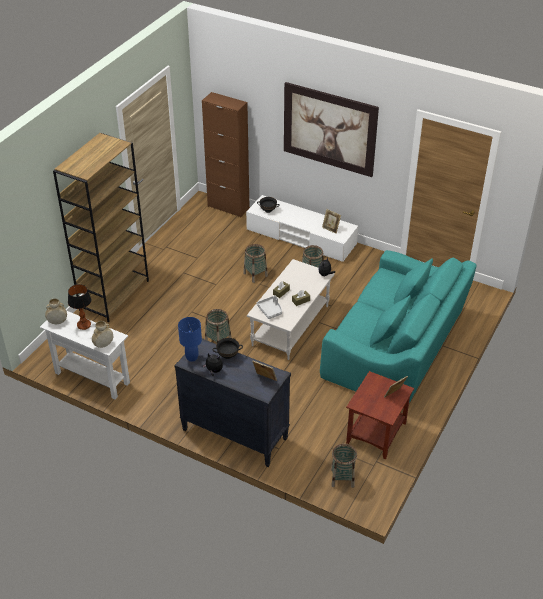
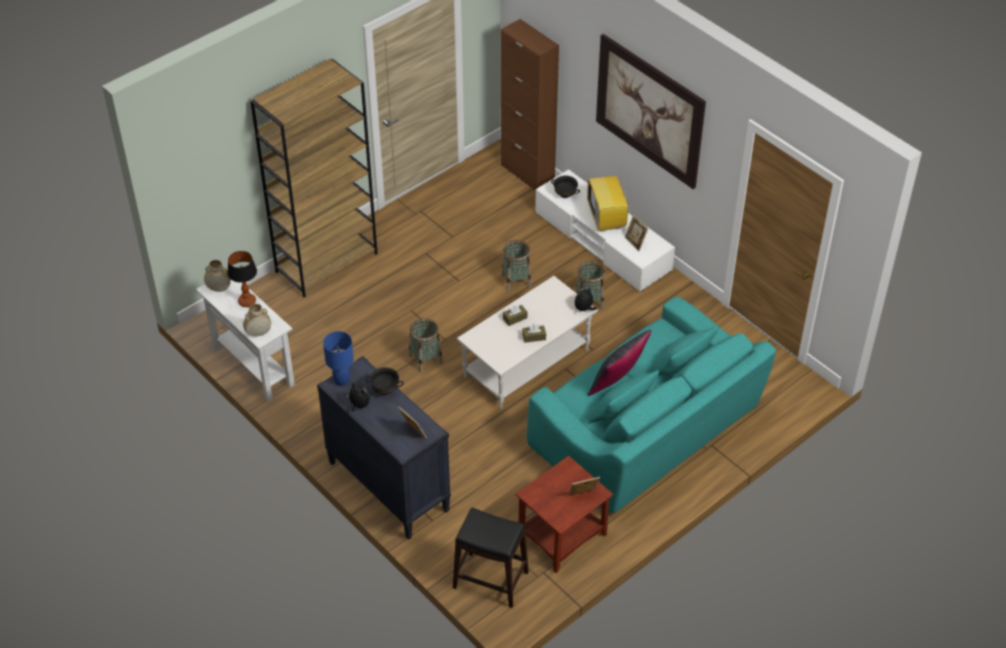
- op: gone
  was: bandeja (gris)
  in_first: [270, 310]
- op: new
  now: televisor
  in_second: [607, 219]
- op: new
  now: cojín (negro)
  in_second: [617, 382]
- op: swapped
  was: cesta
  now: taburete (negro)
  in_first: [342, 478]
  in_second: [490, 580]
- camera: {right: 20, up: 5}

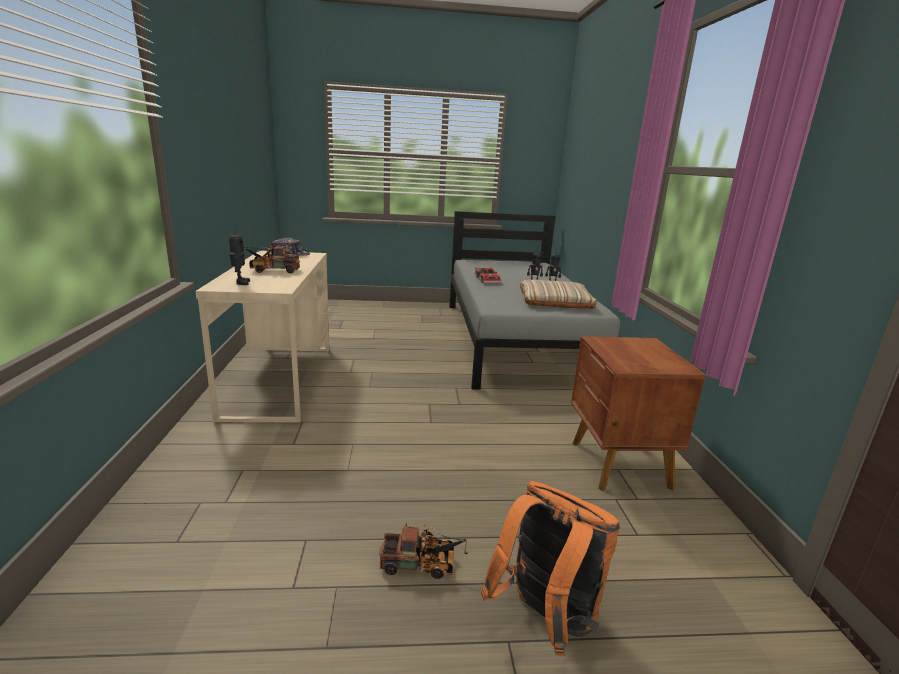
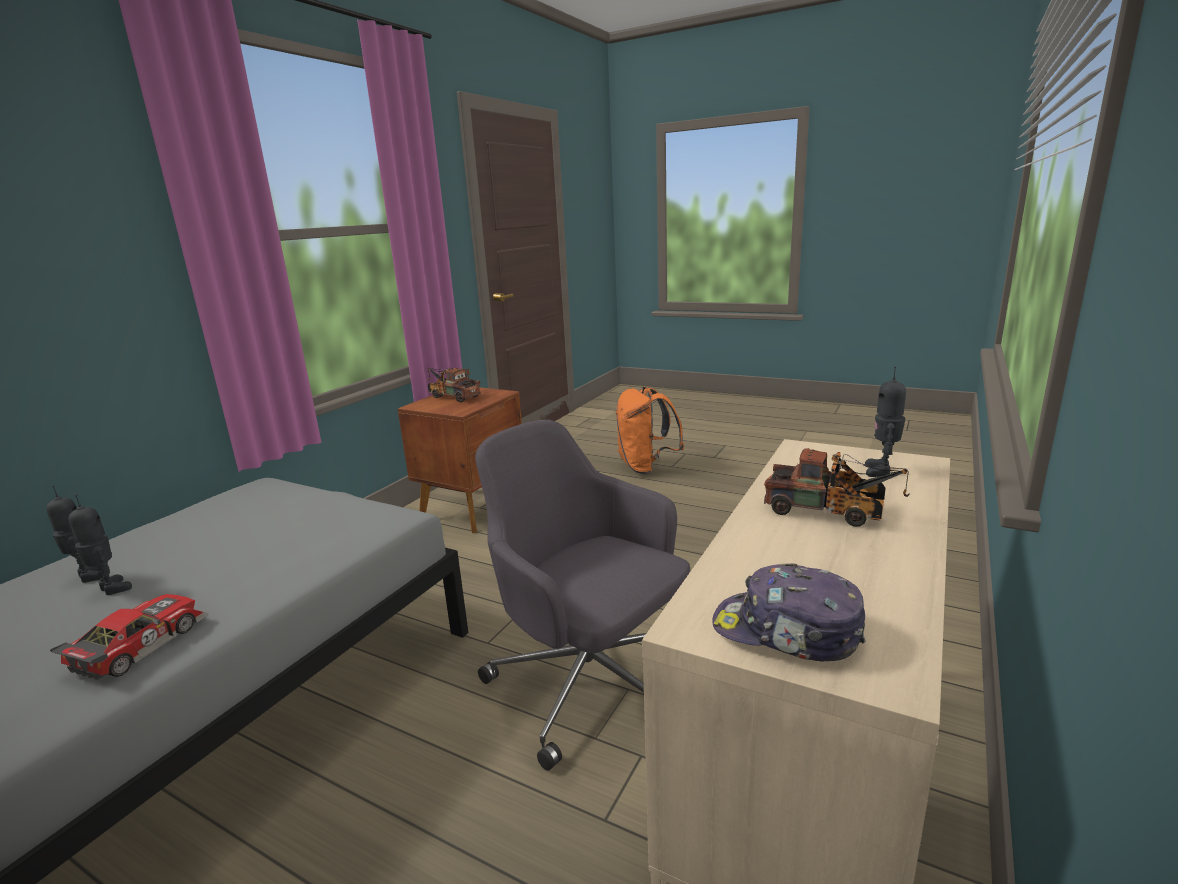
- op: gone
  was: cojín (beis)
  in_first: [555, 300]
- op: new
  now: silla de oficina (gris)
  in_second: [590, 684]
- op: shifted
  was: camión de juguete
  in_first: [422, 565]
  in_second: [452, 396]
- camera: {right: -145, up: 0}

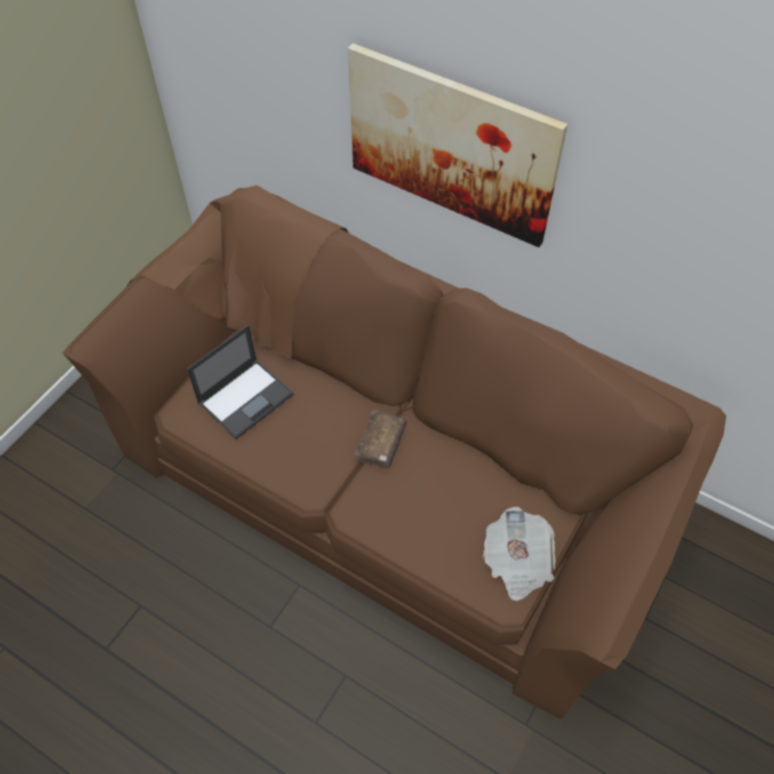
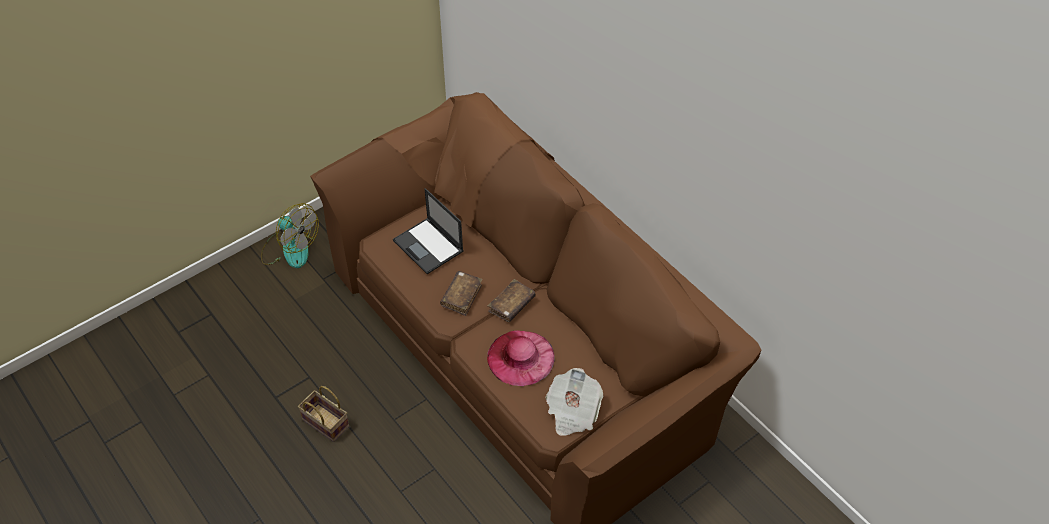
- op: gone
  was: cuadro
  in_first: [450, 145]
- op: new
  now: ventilador
  in_second: [290, 249]
- op: new
  now: cesta
  in_second: [324, 423]
- op: new
  now: libro (marrón)
  in_second: [461, 296]
- op: new
  now: sombrero (rosa)
  in_second: [520, 357]
- op: rotated
  was: portátil
  in_first: [246, 398]
  in_second: [429, 246]
  clockwise: 75
- camera: {right: 20, up: -5}

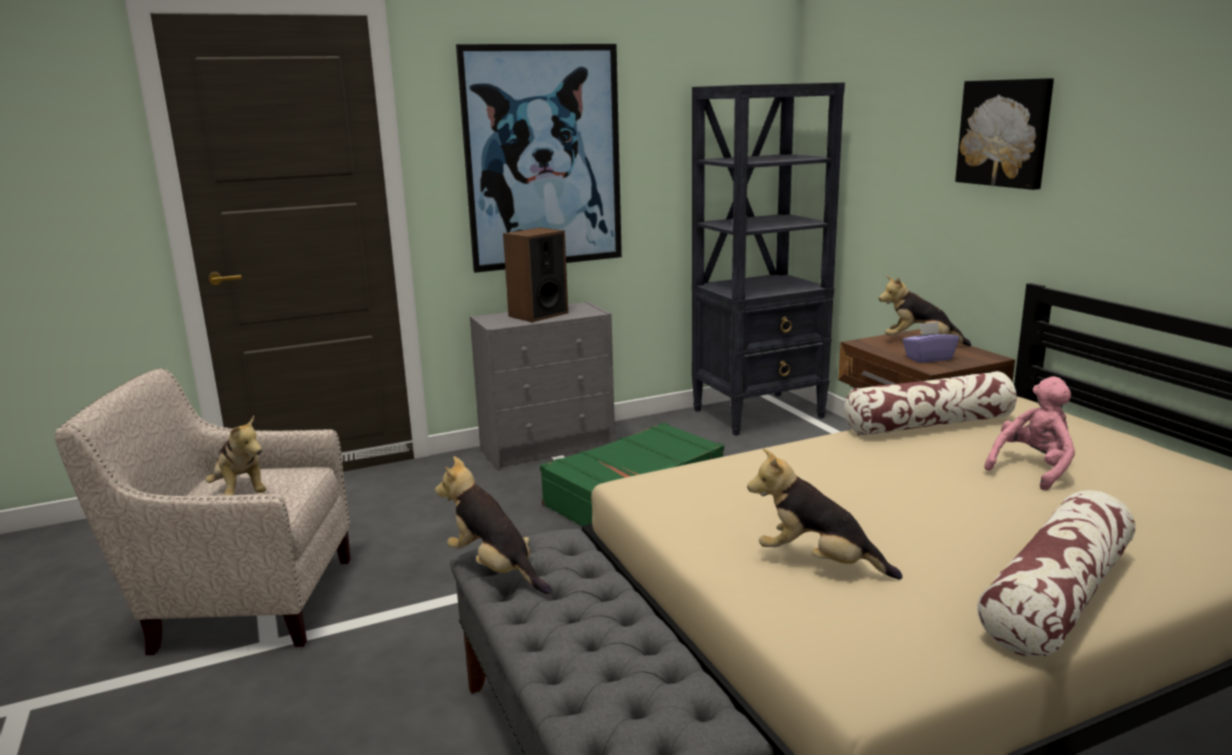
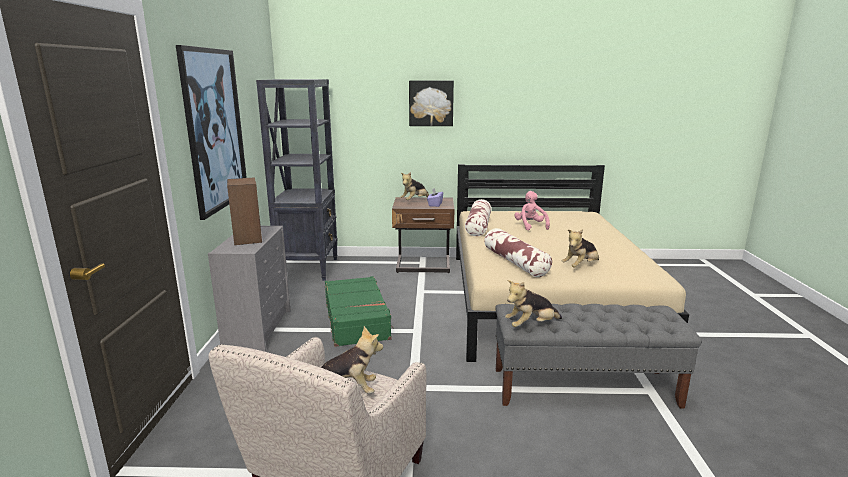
- op: shifted
  was: cojín
  in_first: [1057, 596]
  in_second: [515, 262]
- camera: {right: -65, up: 0}

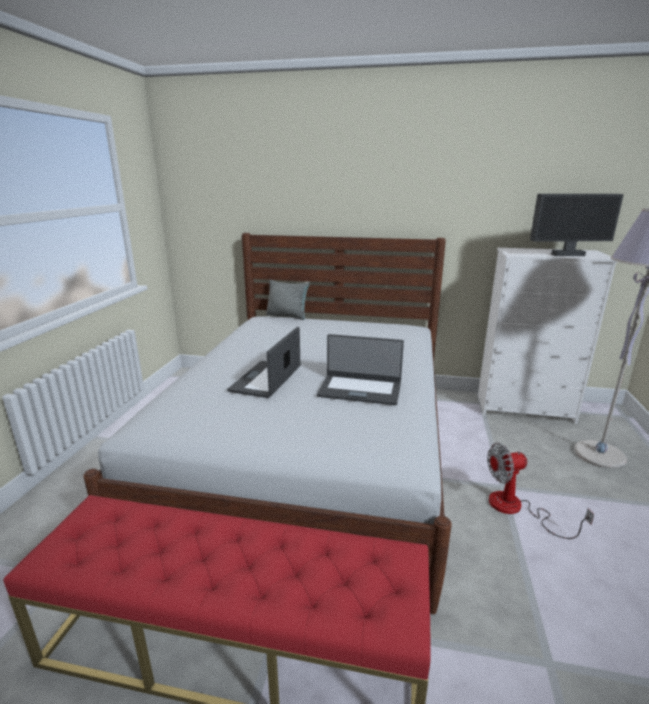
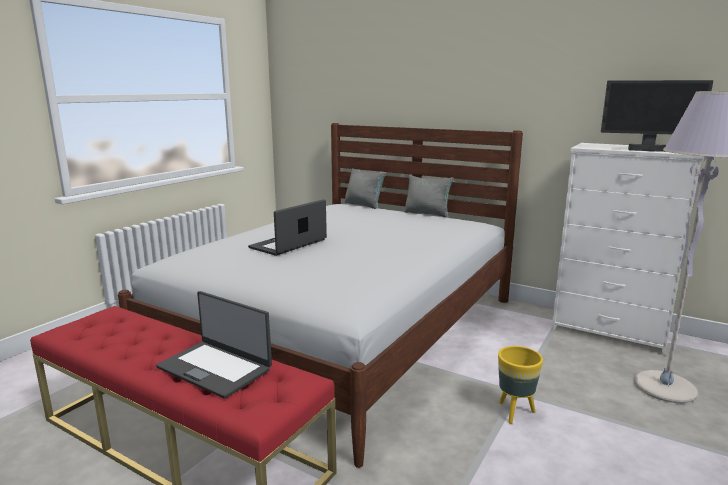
- op: new
  now: cojín (gris)
  in_second: [427, 213]
- op: shifted
  was: portátil
  in_first: [360, 389]
  in_second: [215, 368]
- op: swapped
  was: ventilador
  now: maceta (amarillo)
  in_first: [516, 509]
  in_second: [515, 413]
- camera: {right: 20, up: -5}

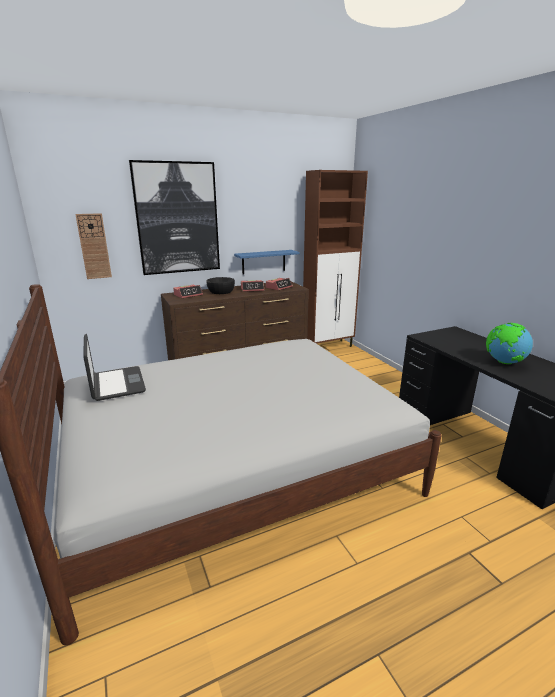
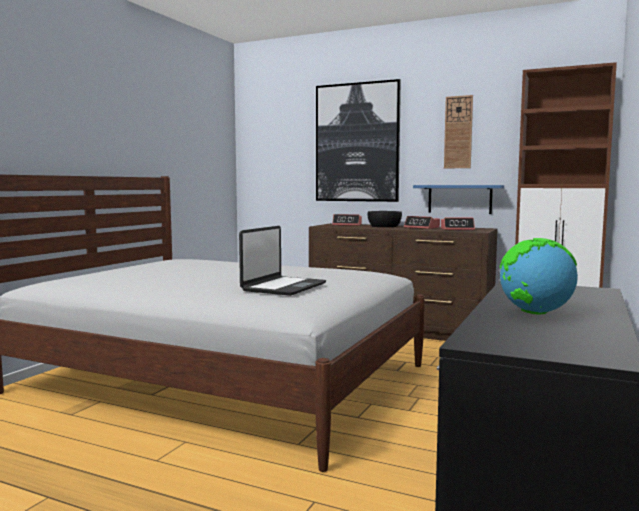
- op: shifted
  was: reloj de pared
  in_first: [94, 246]
  in_second: [458, 132]
- op: shifted
  was: portátil
  in_first: [116, 384]
  in_second: [283, 287]
- camera: {right: 50, up: -15}

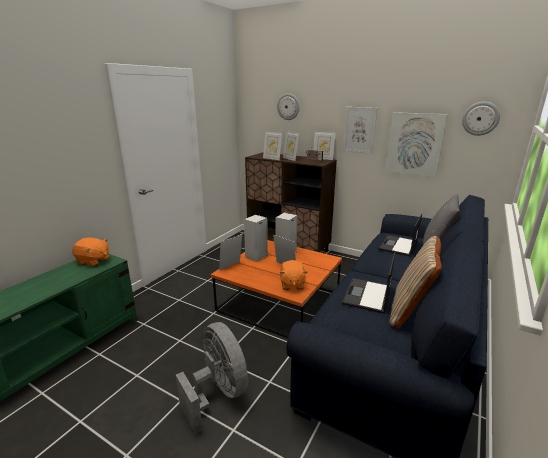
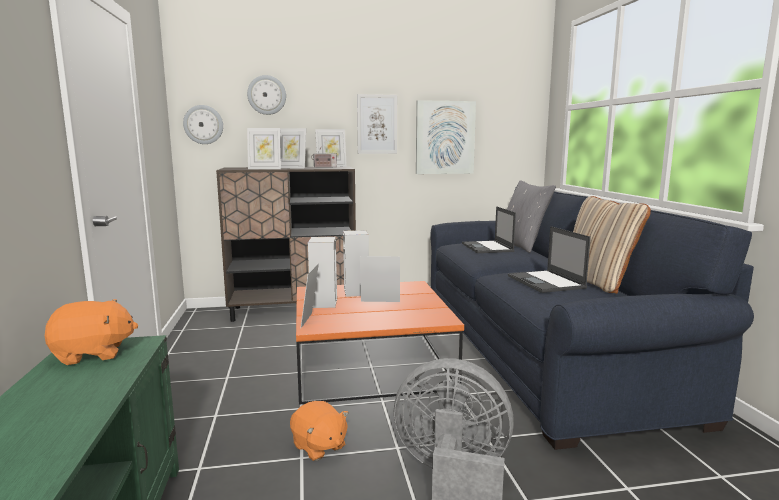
- op: shifted
  was: peluche (naranja)
  in_first: [292, 284]
  in_second: [319, 447]
- op: shifted
  was: reloj de pared
  in_first: [480, 118]
  in_second: [203, 124]
- camera: {right: -40, up: -10}

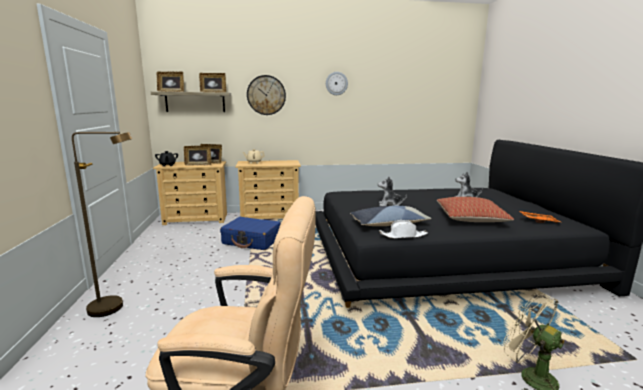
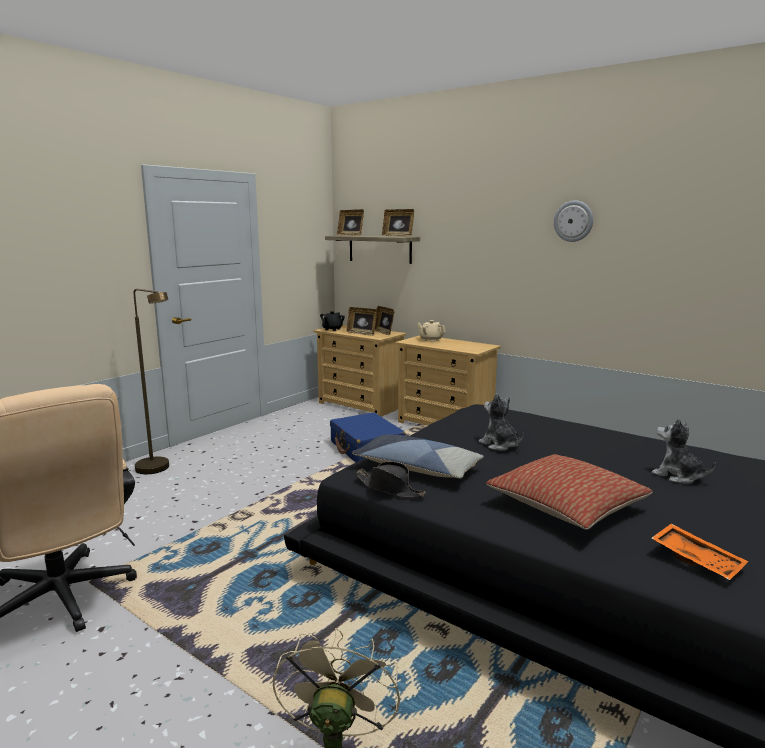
- op: gone
  was: reloj de pared
  in_first: [266, 95]
- op: repainted
  was: sombrero (blanco)
  now: sombrero (negro)
  in_first: [403, 235]
  in_second: [390, 488]
- camera: {right: 45, up: 0}

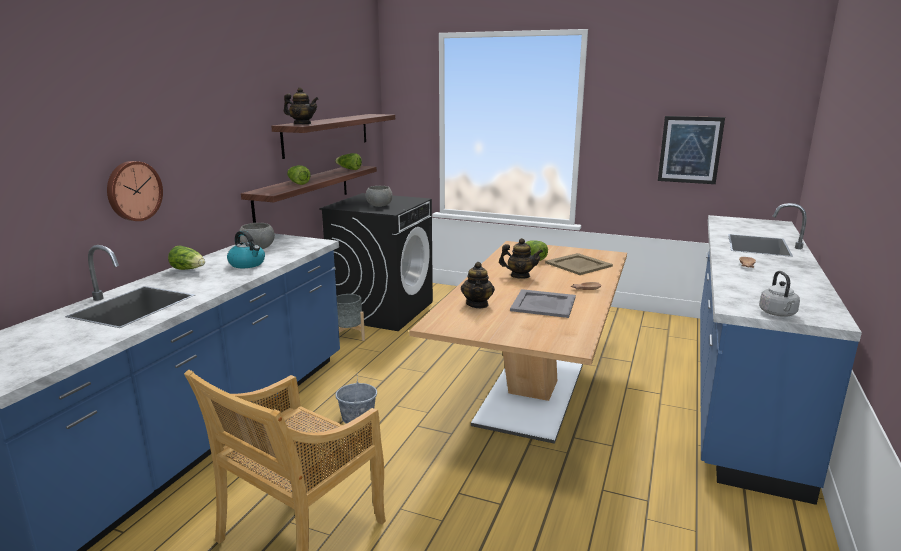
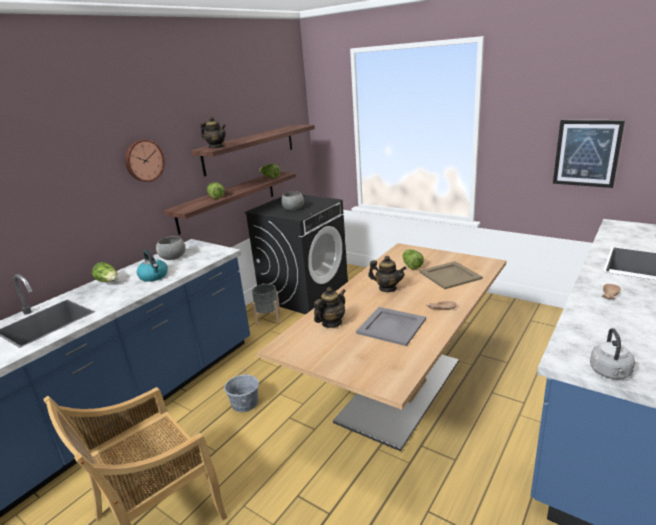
- op: shifted
  was: reloj de pared
  in_first: [133, 191]
  in_second: [143, 160]
- op: rotated
  was: tetera
  in_first: [477, 304]
  in_second: [331, 323]
  clockwise: -150
- camera: {right: 15, up: 5}

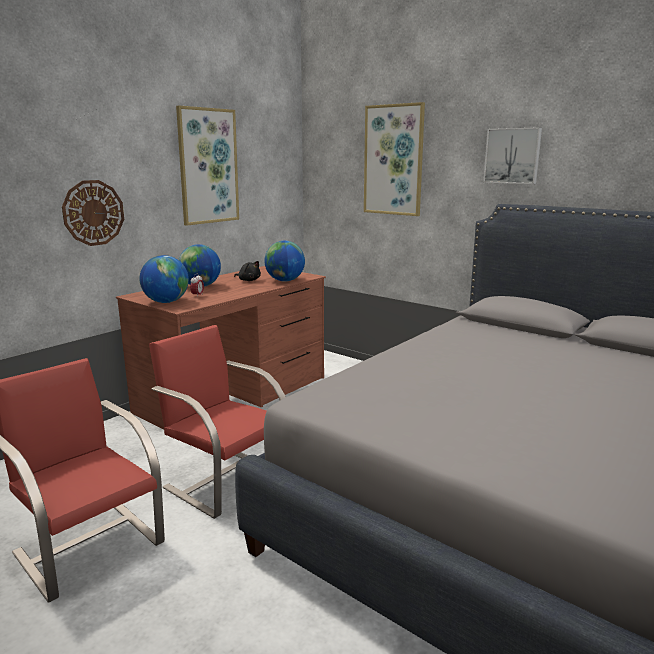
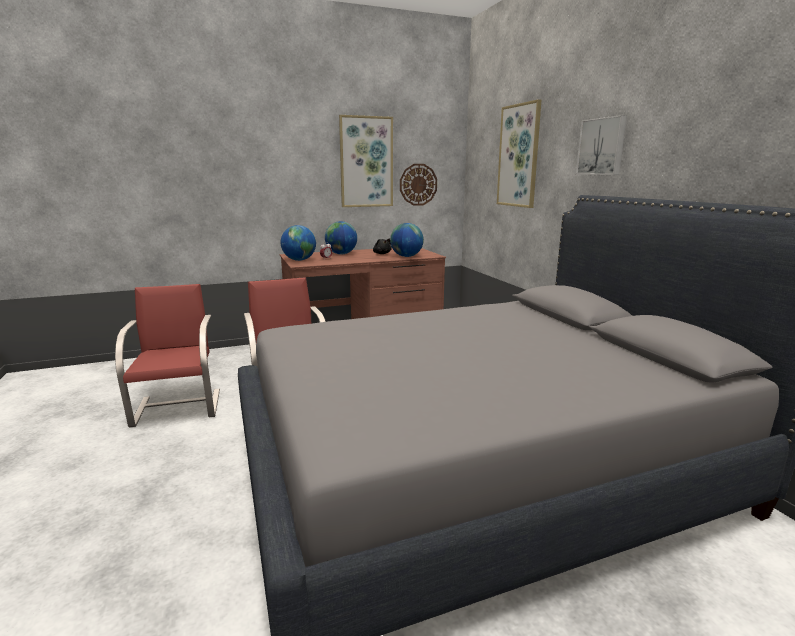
- op: shifted
  was: reloj de pared
  in_first: [93, 213]
  in_second: [418, 184]
- camera: {right: 30, up: 0}

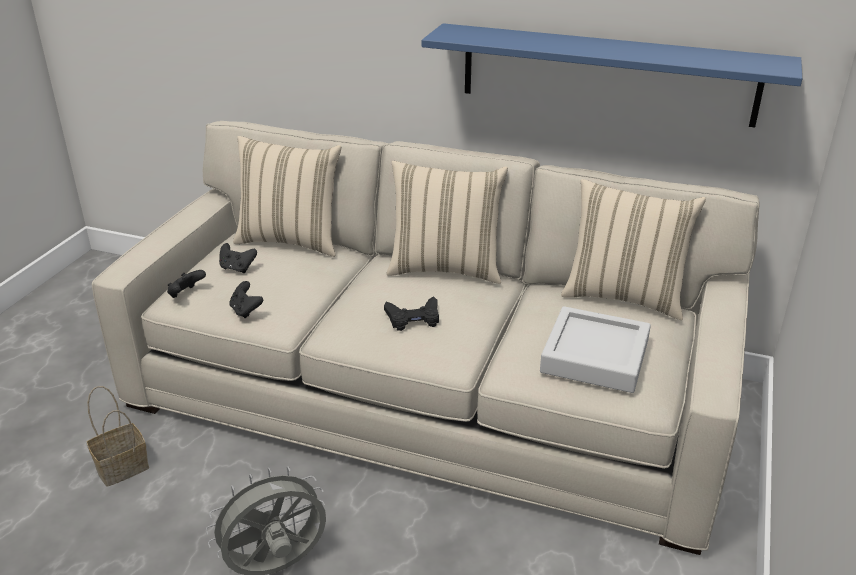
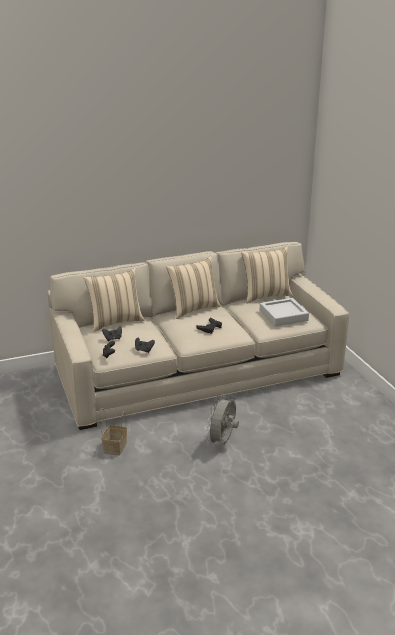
- op: gone
  was: estante (azul)
  in_first: [607, 74]
- camera: {right: -40, up: -5}

